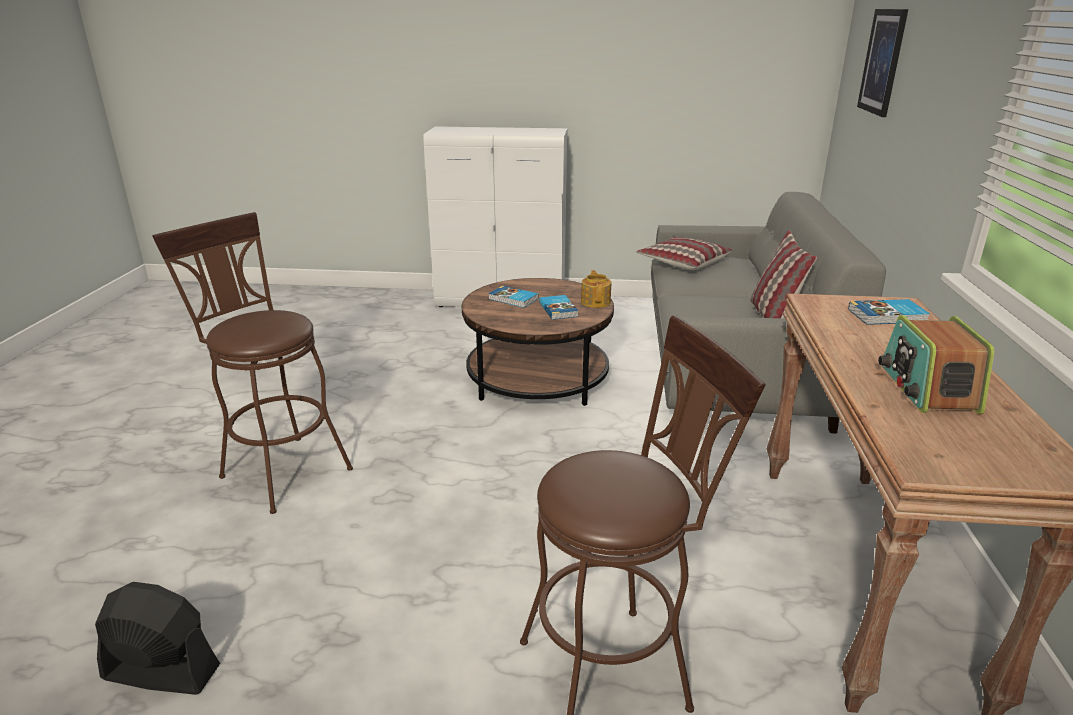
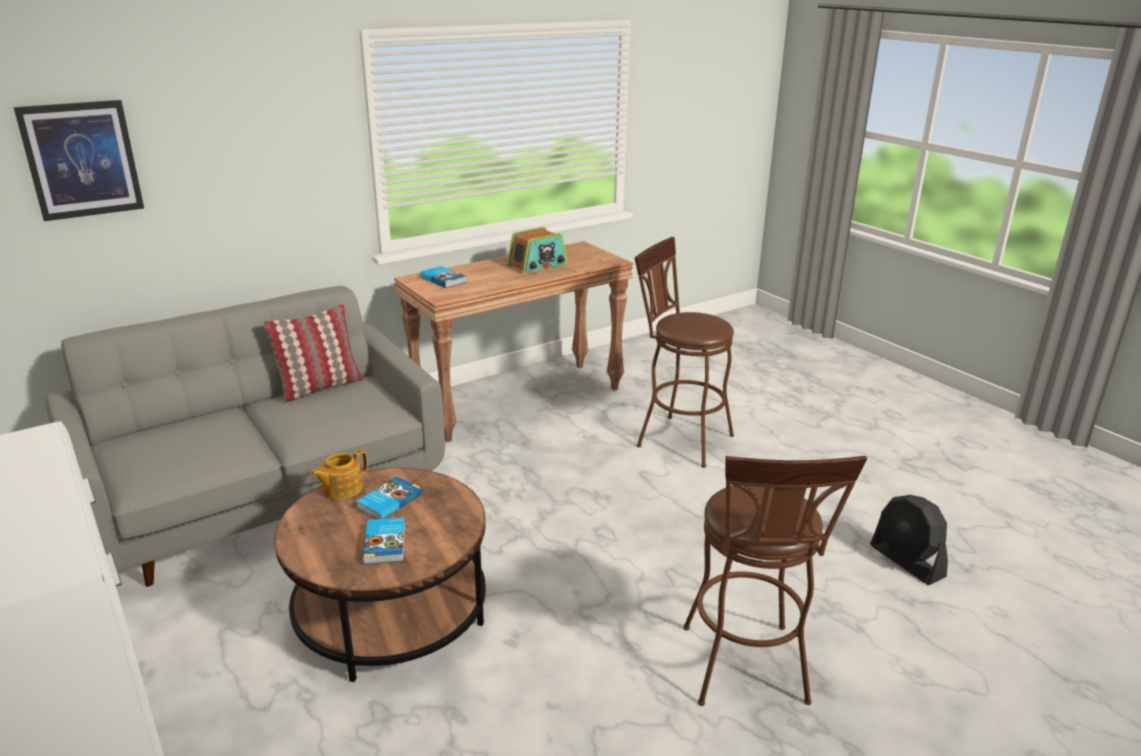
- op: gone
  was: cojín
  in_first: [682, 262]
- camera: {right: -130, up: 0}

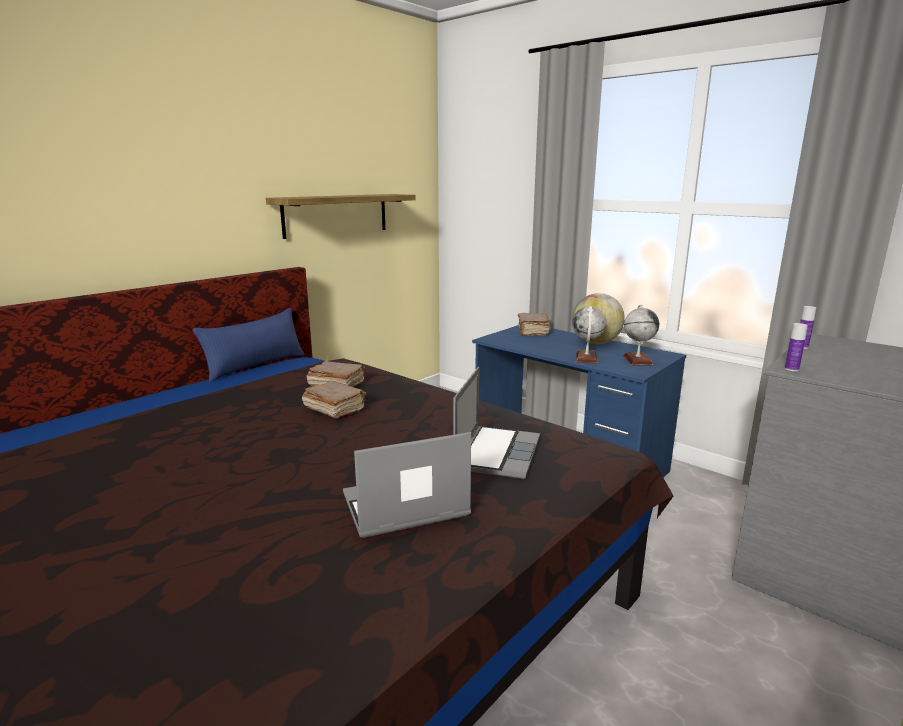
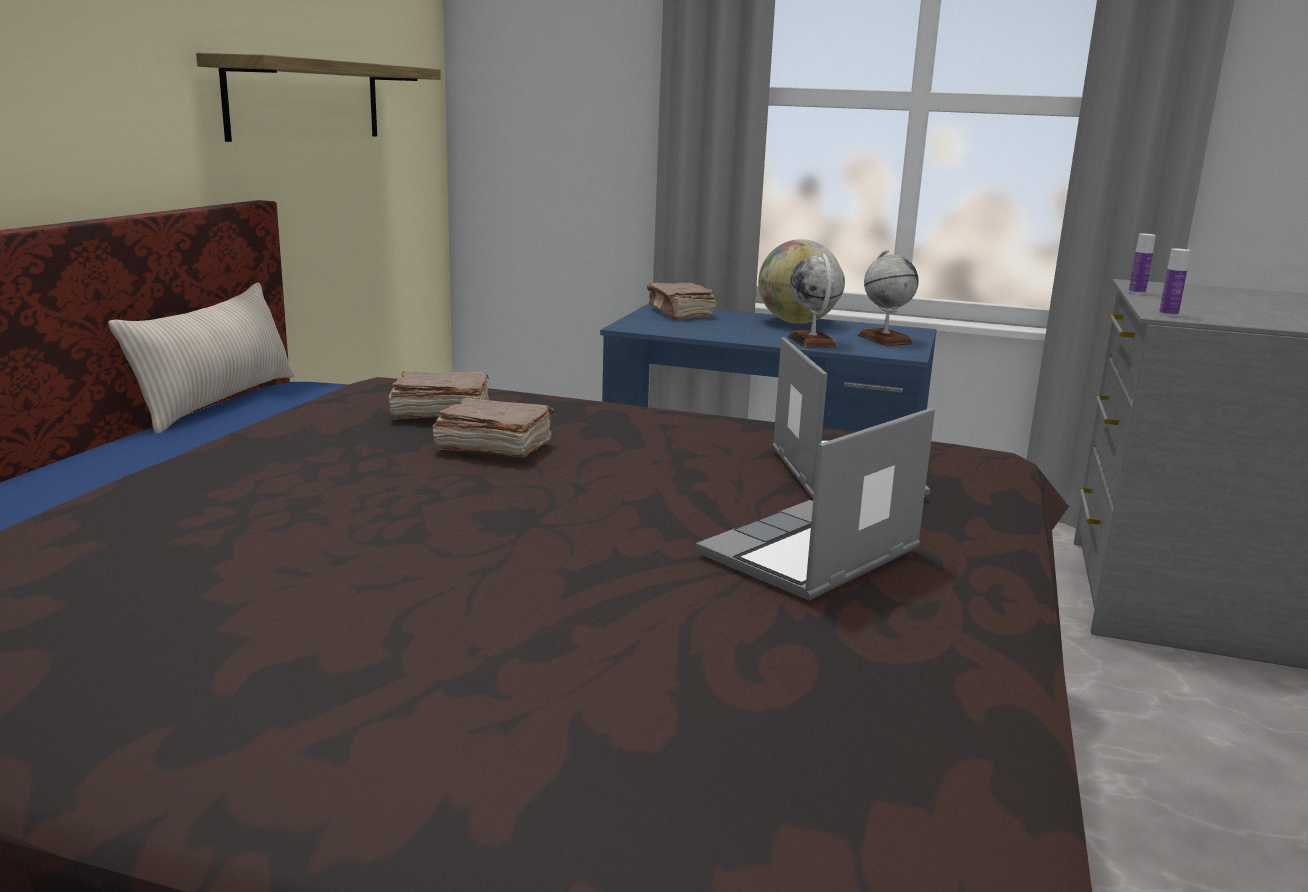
- op: repainted
  was: cojín (azul)
  now: cojín (beis)
  in_first: [255, 366]
  in_second: [217, 401]
- camera: {right: -25, up: 0}

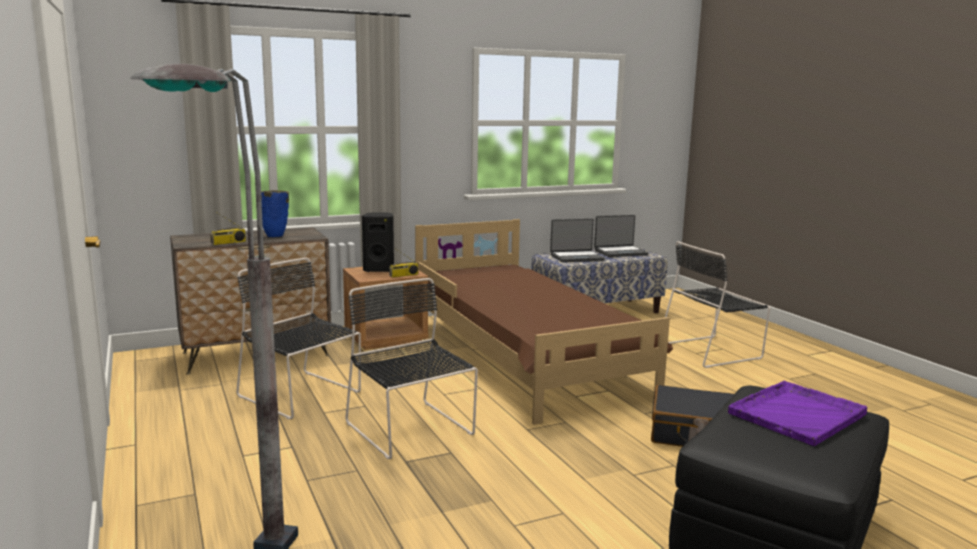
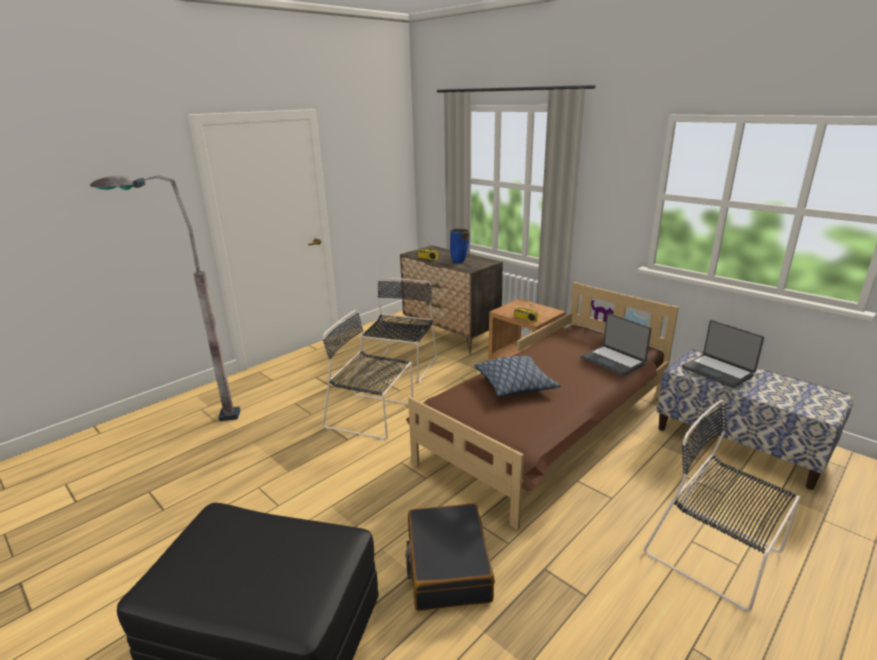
- op: gone
  was: altavoz (negro)
  in_first: [379, 270]
- op: gone
  was: bandeja (morado)
  in_first: [798, 414]
- op: new
  now: cojín
  in_second: [515, 385]
- op: shifted
  was: portátil
  in_first: [620, 252]
  in_second: [613, 361]
- op: rotated
  was: silla (negro)
  in_first: [411, 430]
  in_second: [372, 416]
  clockwise: -105
- camera: {right: 70, up: 10}

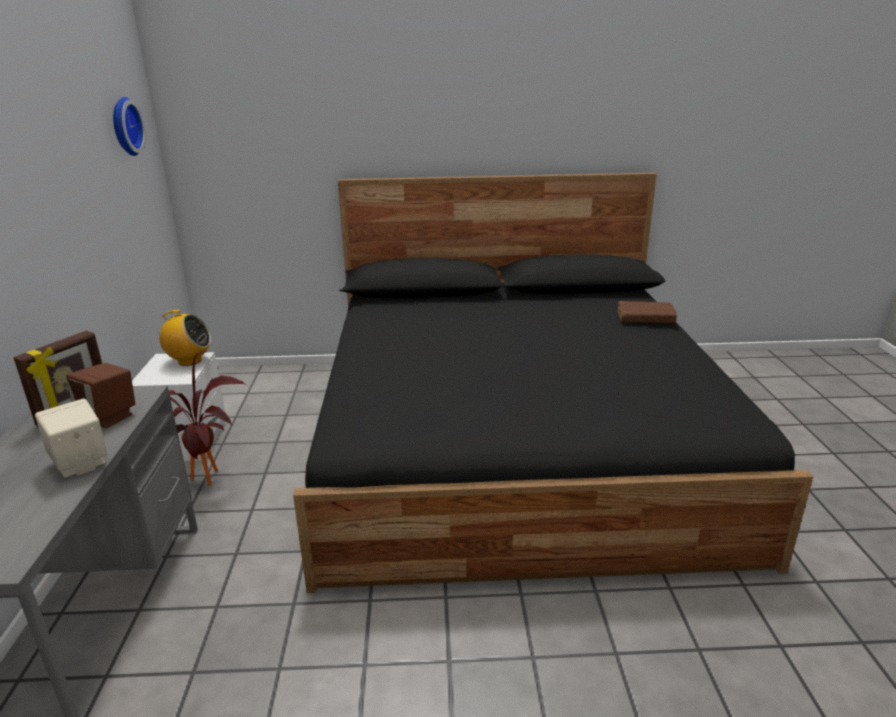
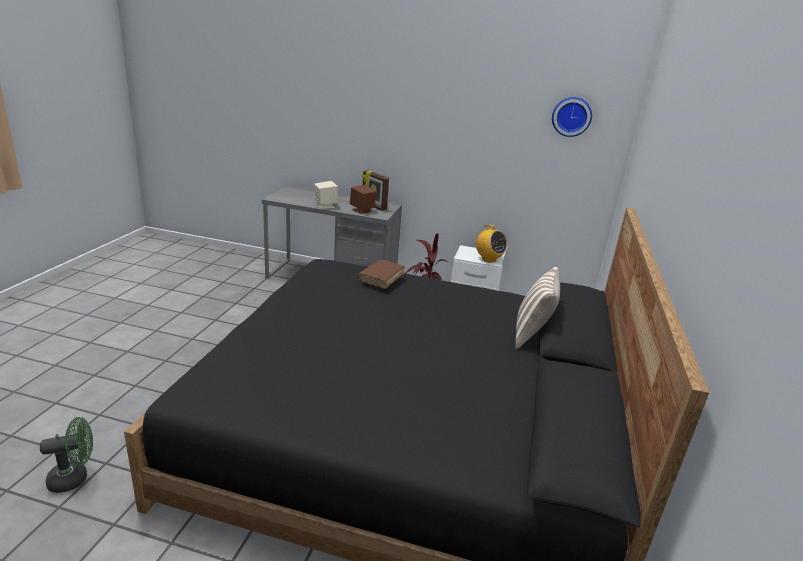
- op: new
  now: ventilador (verde)
  in_second: [74, 478]
- op: new
  now: cojín
  in_second: [532, 335]
- op: shifted
  was: libro (marrón)
  in_first: [645, 319]
  in_second: [381, 278]
- op: rotated
  was: radio
  in_first: [189, 361]
  in_second: [488, 259]
  clockwise: -60
- camera: {right: 105, up: 0}

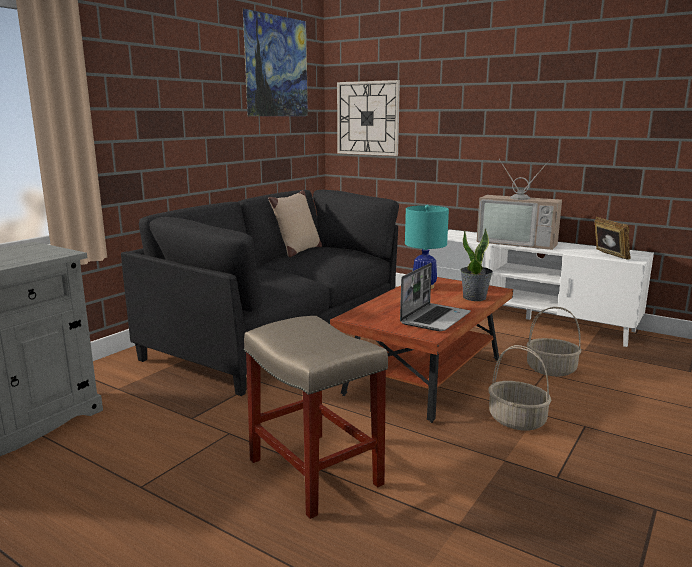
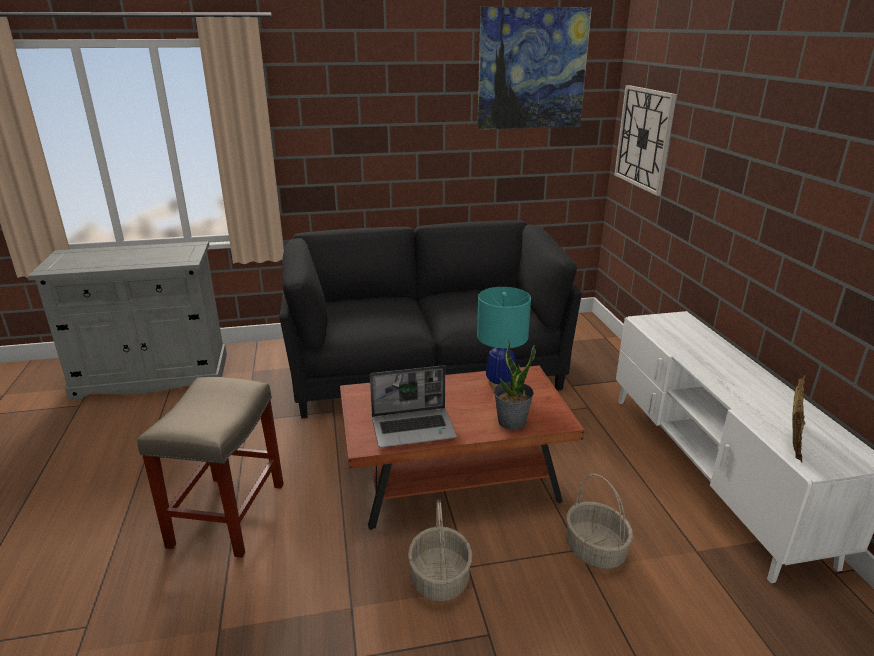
- op: gone
  was: cojín (beis)
  in_first: [297, 251]
- op: gone
  was: televisor
  in_first: [518, 242]
- camera: {right: 45, up: 10}

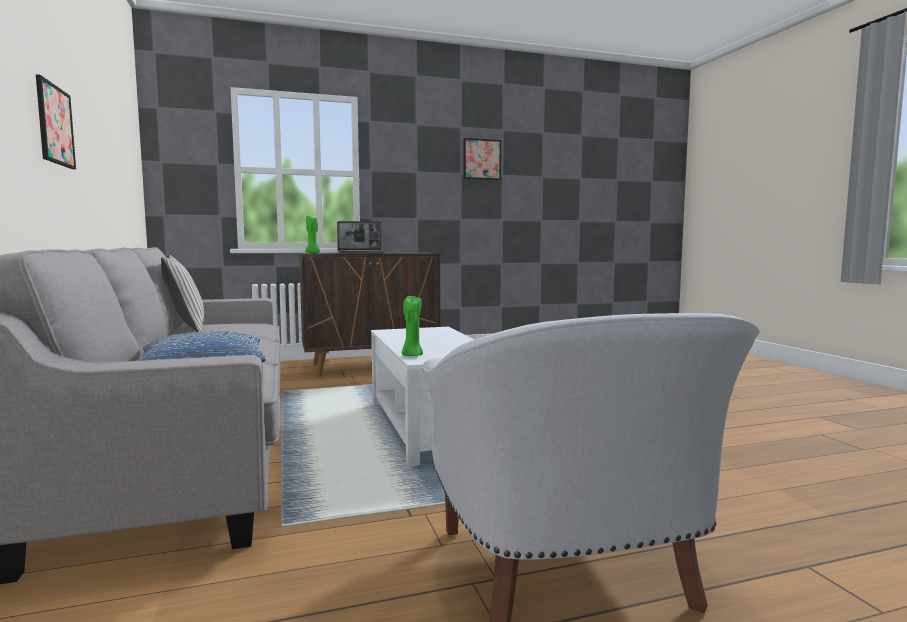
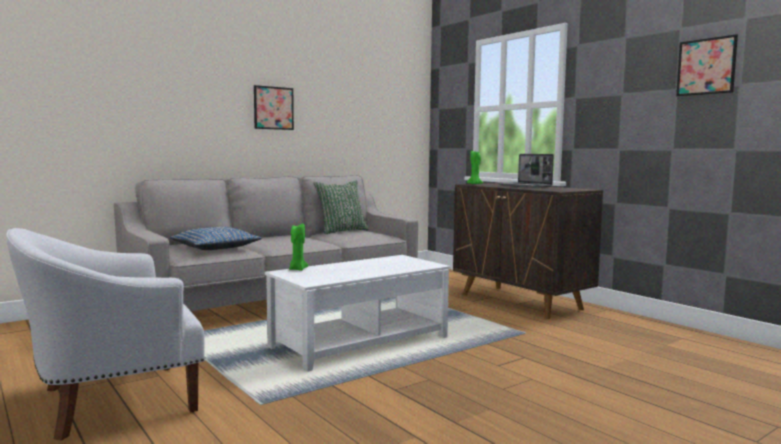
- op: repainted
  was: cojín (beis)
  now: cojín (verde)
  in_first: [186, 328]
  in_second: [341, 231]
- camera: {right: 70, up: 0}

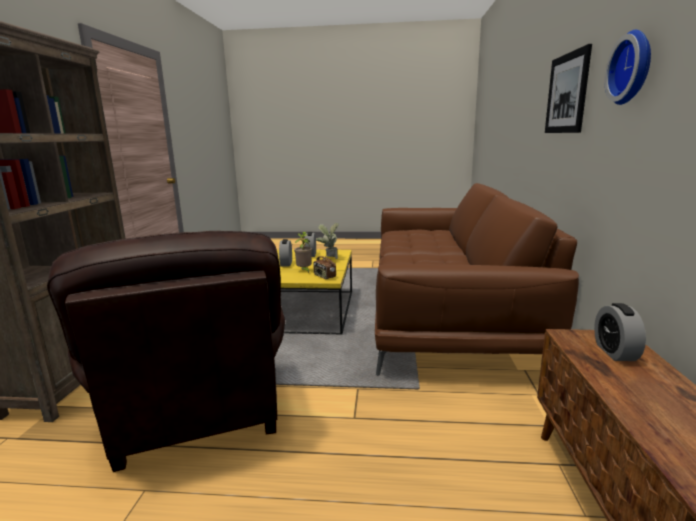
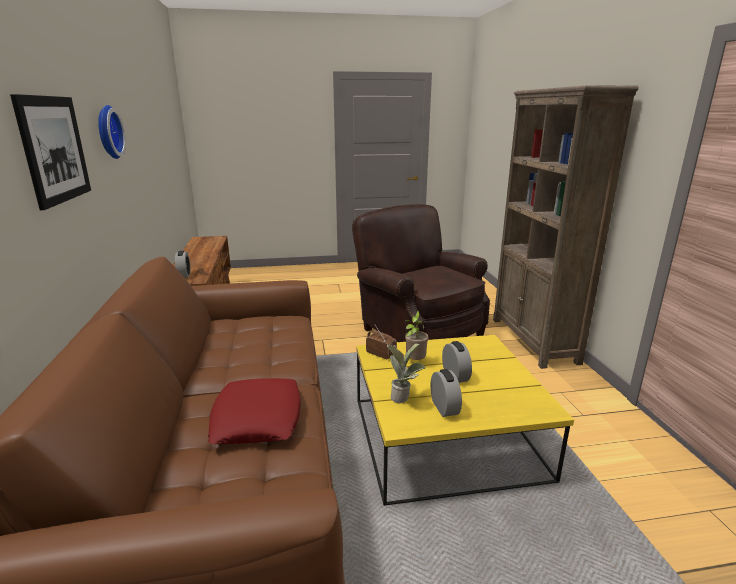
- op: new
  now: cojín (rojo)
  in_second: [257, 418]
- camera: {right: 165, up: 5}

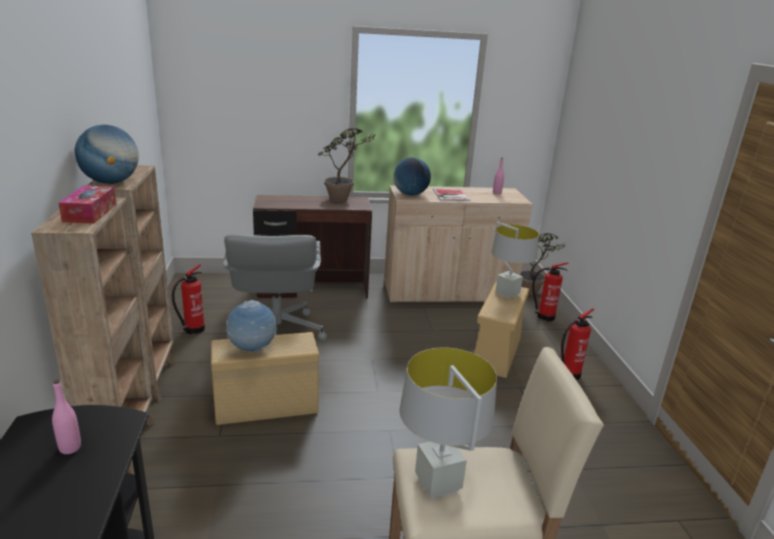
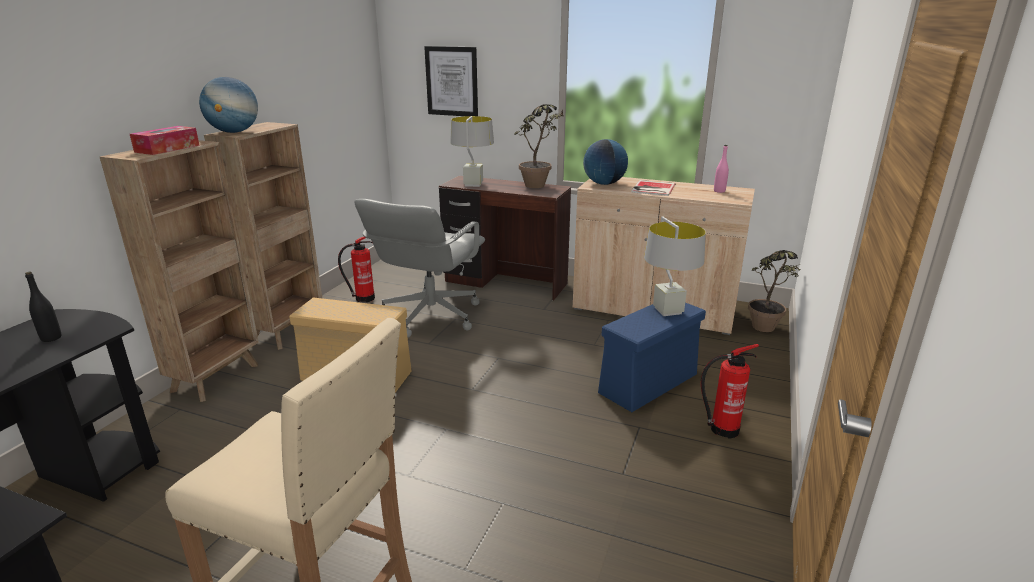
- op: gone
  was: globo terráqueo
  in_first: [252, 350]
- op: gone
  was: extintor
  in_first: [544, 317]
- op: new
  now: cuadro
  in_second: [452, 81]
- op: shifted
  was: lámpara de mesa (gris)
  in_first: [438, 484]
  in_second: [473, 184]
- op: repainted
  was: botella (rosa)
  now: botella (negro)
  in_first: [70, 448]
  in_second: [51, 338]
- op: repainted
  was: caja de almacenaje (beis)
  now: caja de almacenaje (azul)
  in_first: [496, 353]
  in_second: [647, 384]
- camera: {right: 30, up: 0}

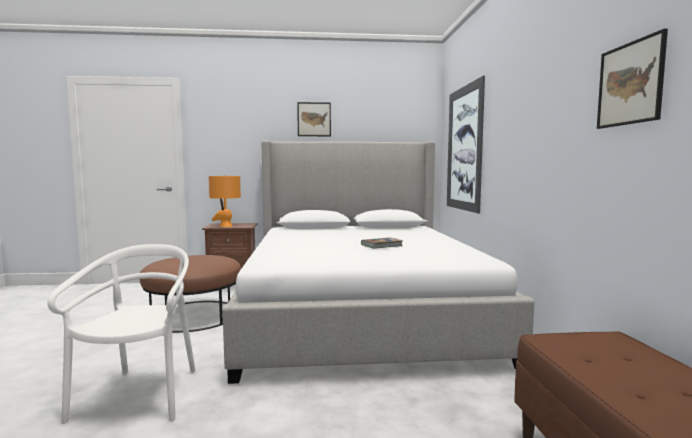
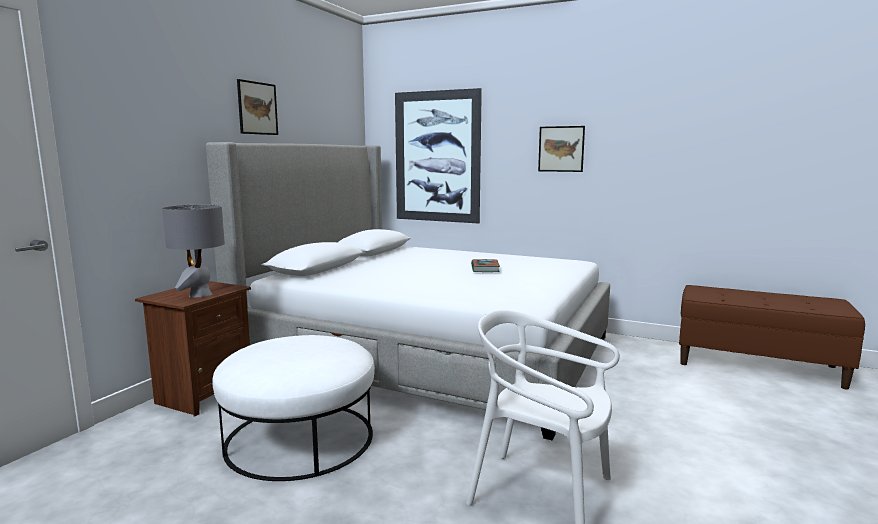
- op: shifted
  was: cuadro
  in_first: [630, 84]
  in_second: [561, 149]
- op: repainted
  was: puf (marrón)
  now: puf (blanco)
  in_first: [194, 315]
  in_second: [300, 438]
- op: repainted
  was: lámpara de mesa (naranja)
  now: lámpara de mesa (gris)
  in_first: [226, 226]
  in_second: [200, 295]
- camera: {right: -60, up: 5}

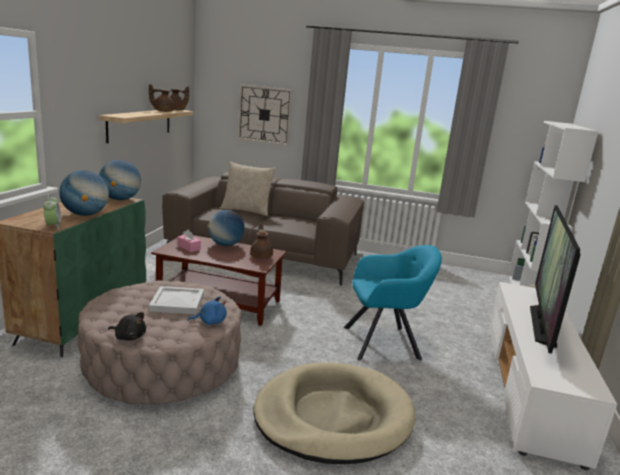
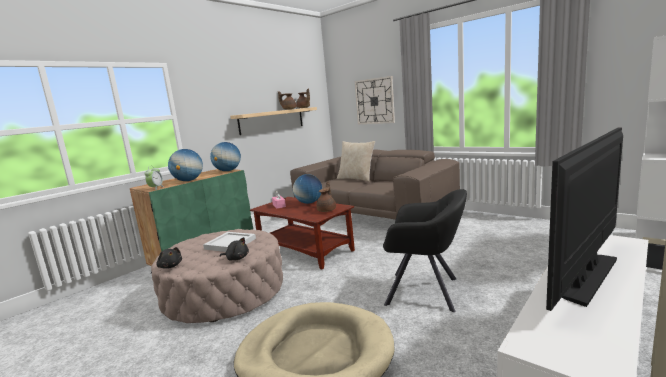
- op: repainted
  was: peluche (azul)
  now: peluche (negro)
  in_first: [210, 321]
  in_second: [236, 258]
- op: repainted
  was: sillón (turquesa)
  now: sillón (negro)
  in_first: [384, 342]
  in_second: [426, 291]
- camera: {right: 30, up: -5}

